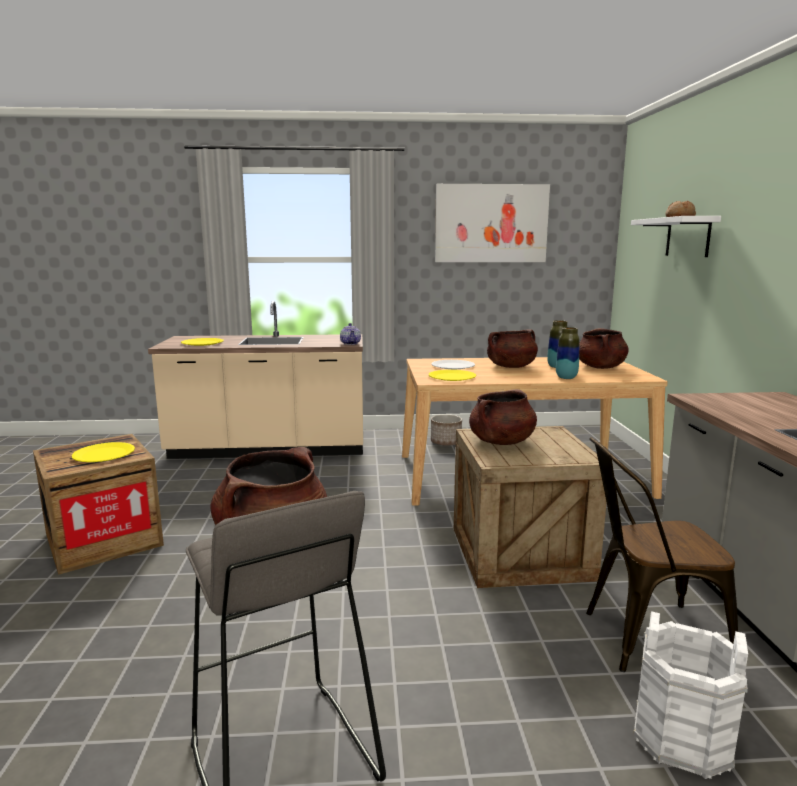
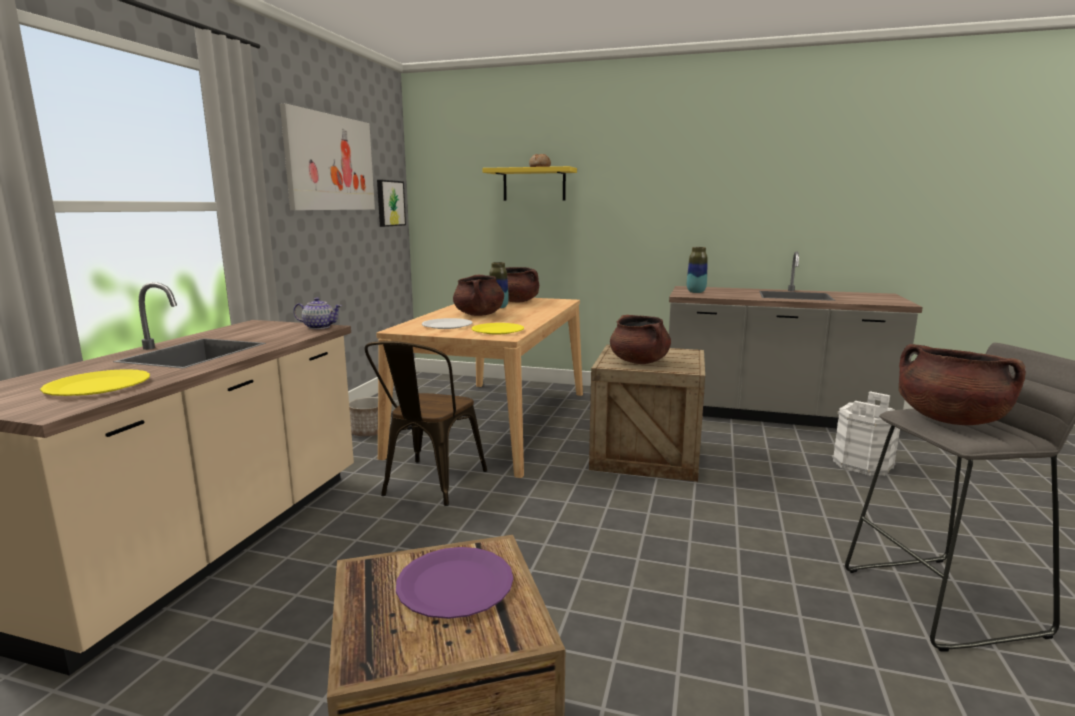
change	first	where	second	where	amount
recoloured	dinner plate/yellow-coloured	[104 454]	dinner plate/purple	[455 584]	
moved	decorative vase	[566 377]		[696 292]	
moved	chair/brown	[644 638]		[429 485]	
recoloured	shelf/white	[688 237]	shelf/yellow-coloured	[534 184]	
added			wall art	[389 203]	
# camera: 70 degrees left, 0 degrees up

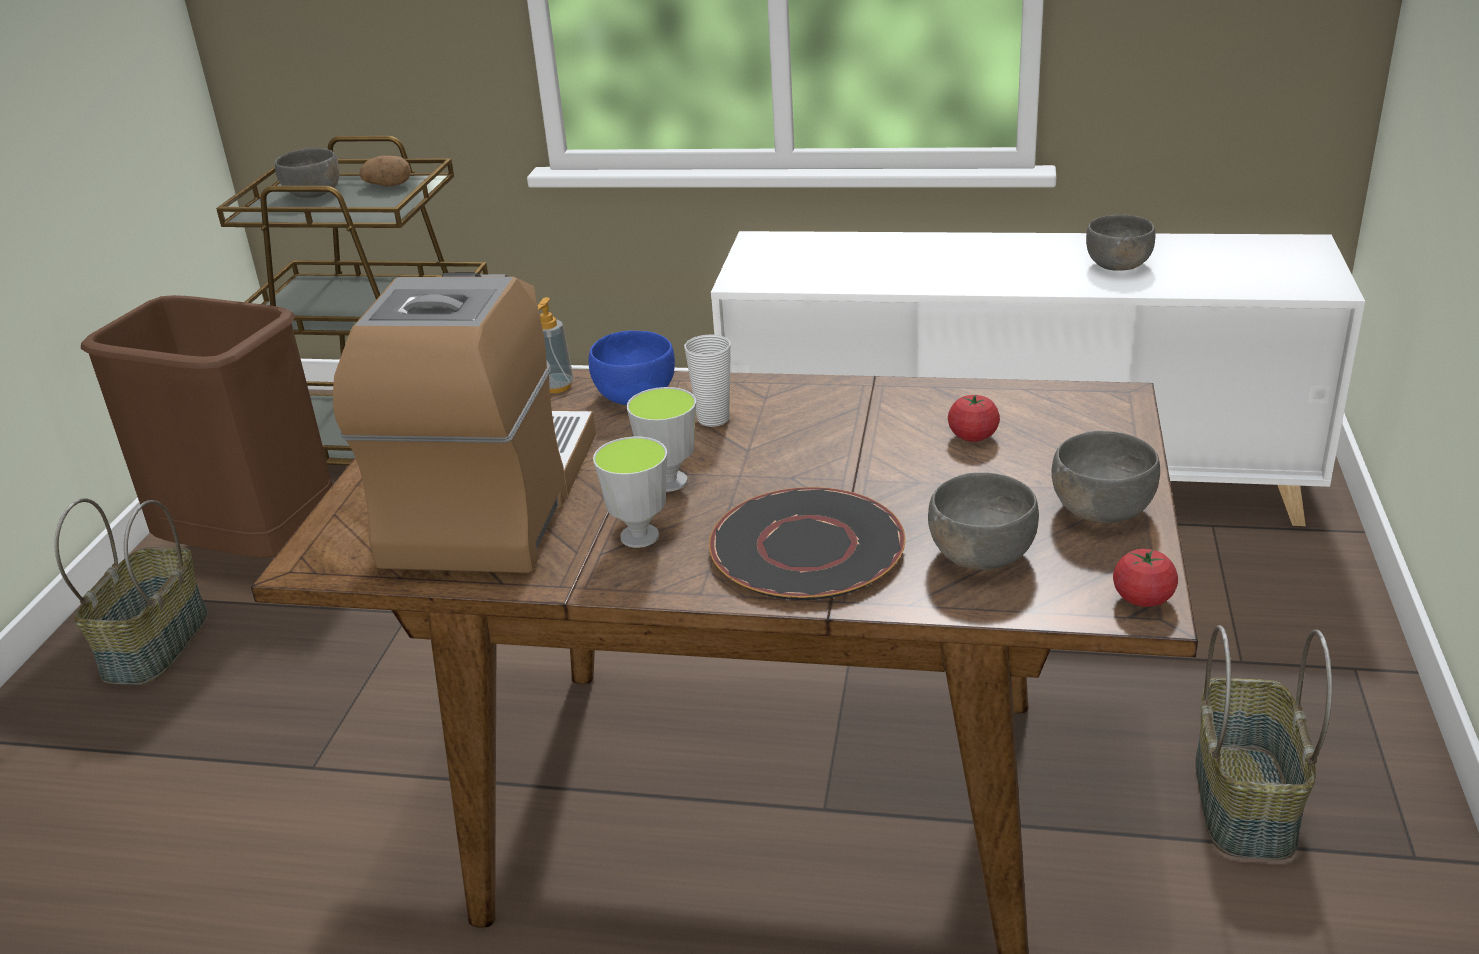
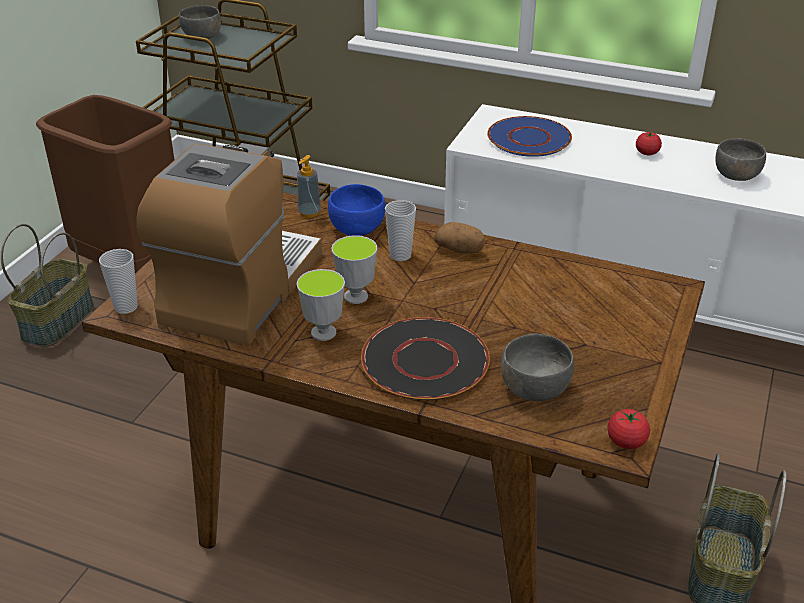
change	first	where	second	where	amount
moved	whole potato	[389 185]		[460 250]	
moved	fresh tomato	[973 436]		[647 153]	
removed	deep dish/grey	[1100 509]			
added			cup	[126 307]	
added			dinner plate/blue-coloured	[529 138]	
# camera: 10 degrees right, 5 degrees up

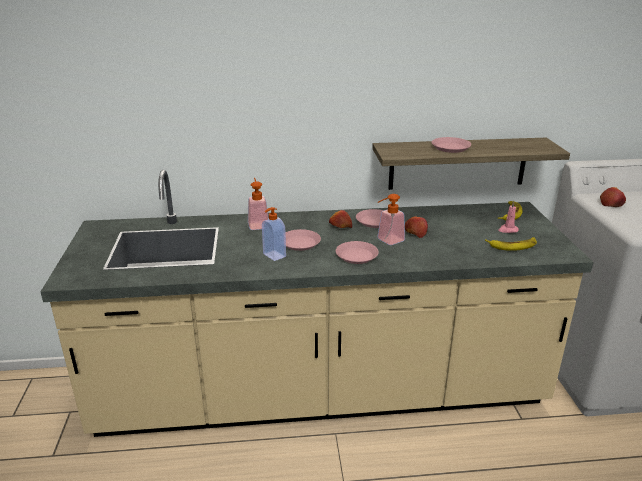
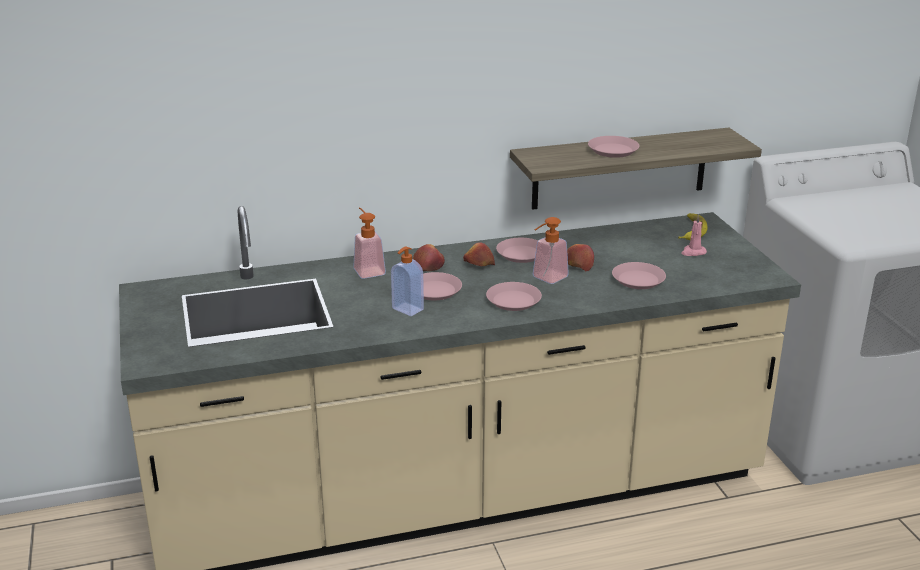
change	first	where	second	where	amount
removed	banana	[513 246]			
moved	apple	[611 203]		[429 265]	
added			dinner plate/pinkish	[638 280]	
# camera: 10 degrees left, 0 degrees up

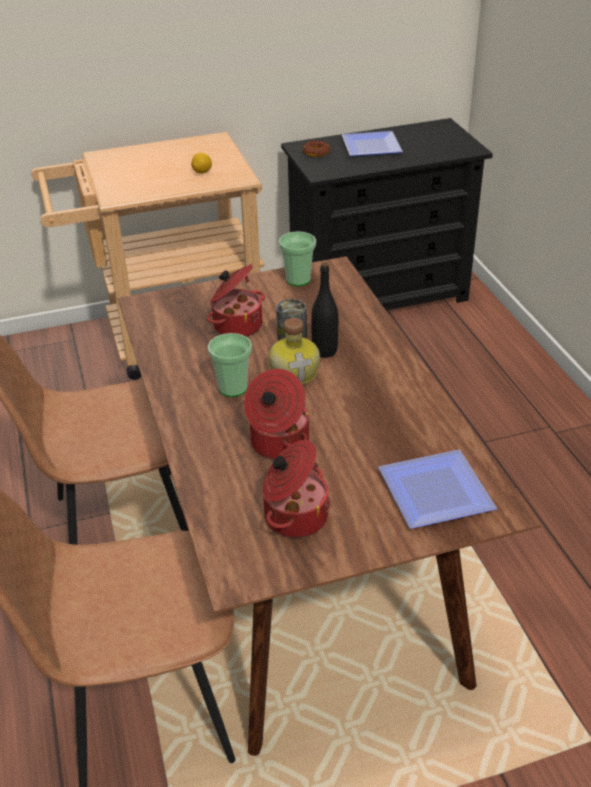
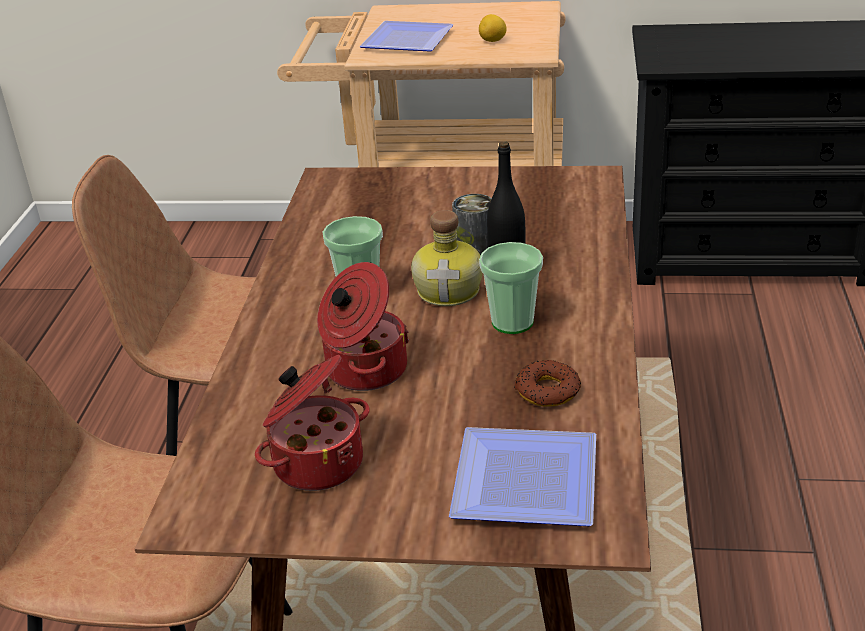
change	first	where	second	where	amount
removed	cooking pot	[236 325]			
moved	cup	[298 279]		[512 322]	
moved	doughnut	[316 152]		[547 391]	
moved	dinner plate	[370 148]		[404 42]	
# camera: 25 degrees right, 5 degrees down

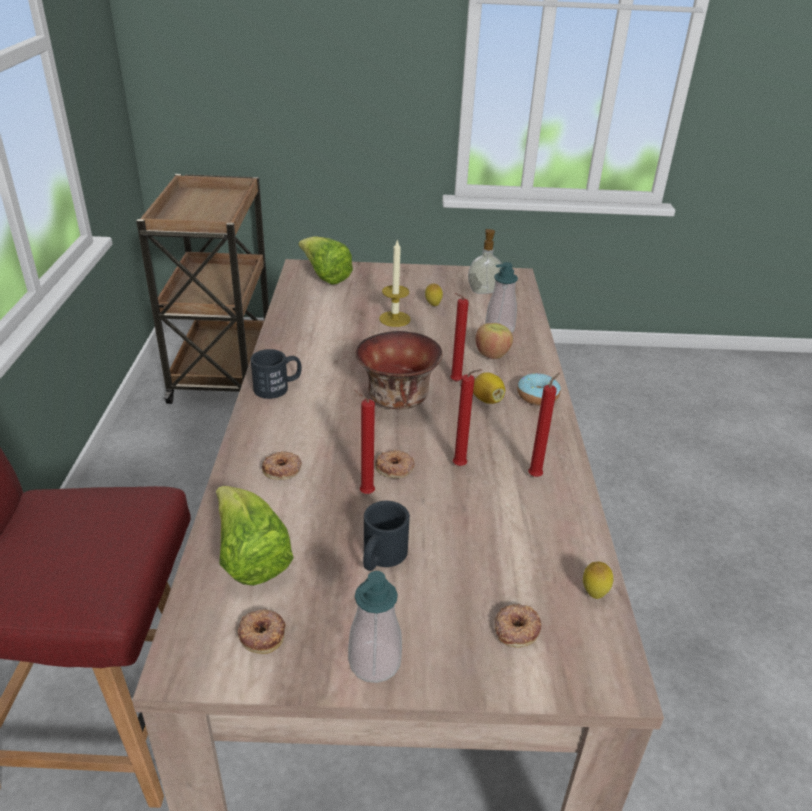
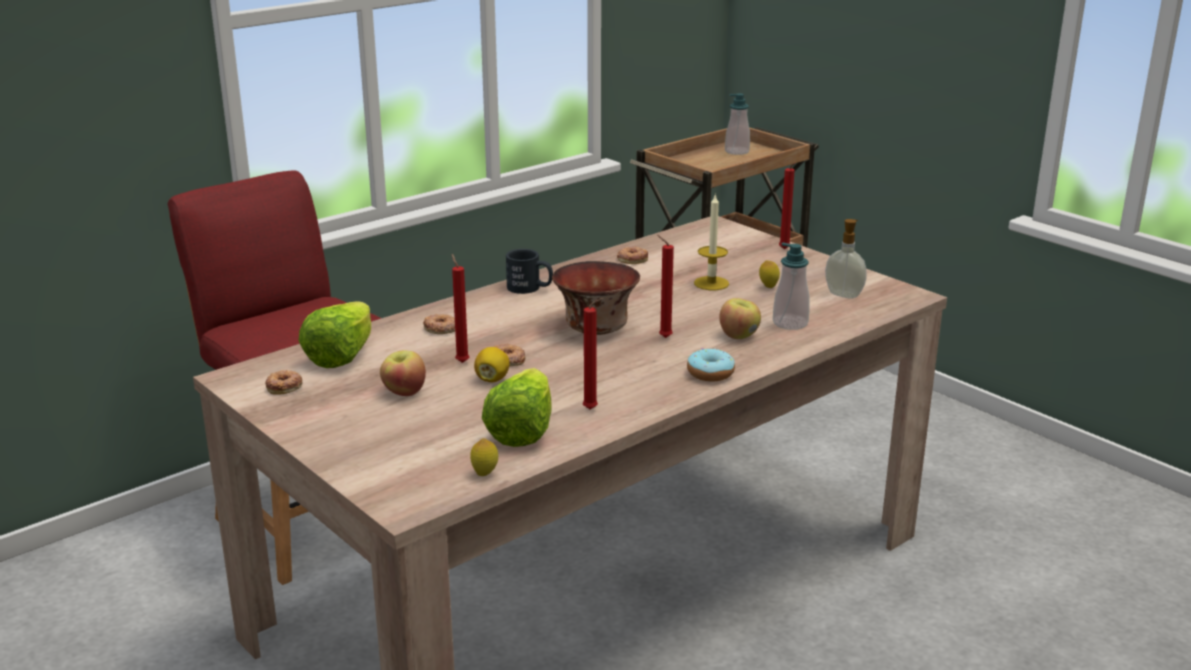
change	first	where	second	where	amount
moved	lettuce	[325 276]		[521 431]	
moved	soap dispenser	[374 662]		[737 151]	
replaced	mug/blackish	[381 557]	apple	[404 392]	
moved	candle/reddish	[461 466]		[785 250]	
moved	citrus fruit	[487 400]		[492 379]	
moved	doughnut	[516 629]		[632 259]	
# camera: 50 degrees right, 10 degrees down

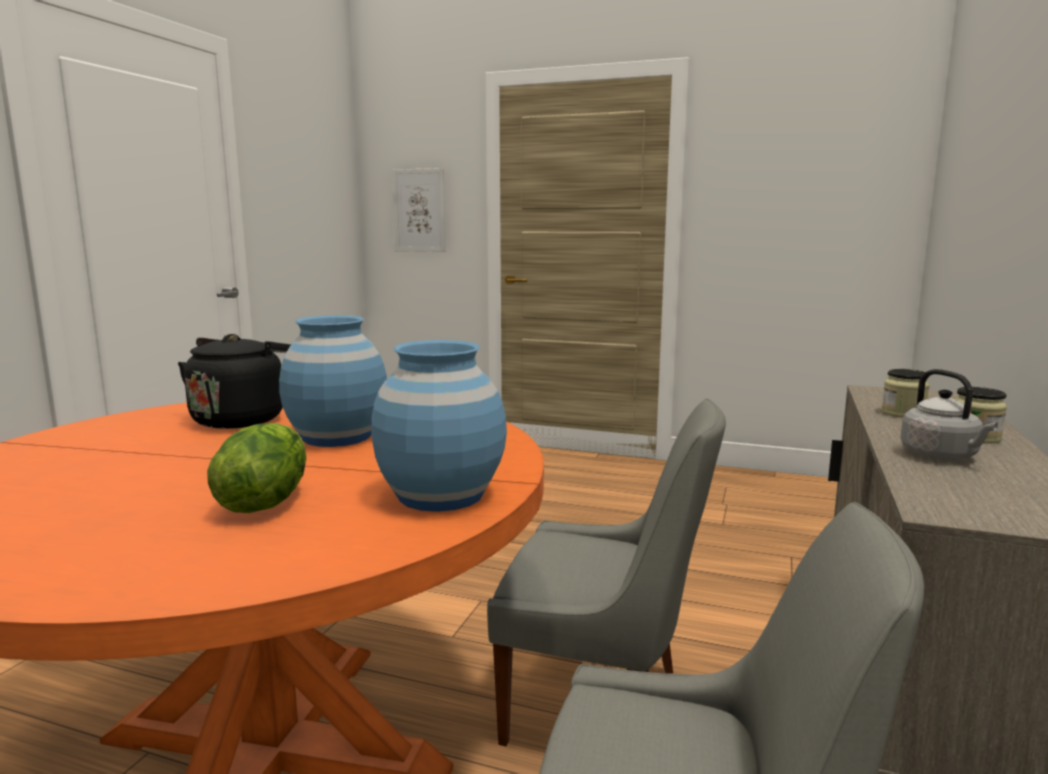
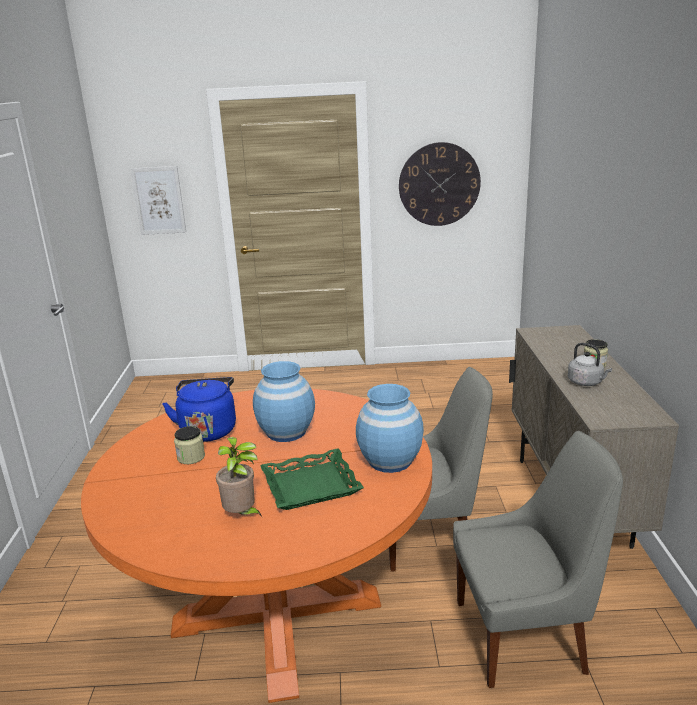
change	first	where	second	where	amount
recoloured	kettle/blackish	[241 419]	kettle/blue-coloured	[208 429]	
replaced	lettuce	[264 501]	carrying tray/green-coloured	[311 486]	
moved	preserve jar	[903 413]		[191 457]	
added			potted plant	[242 515]	
added			hanging clock	[439 184]	
# camera: 20 degrees left, 10 degrees up

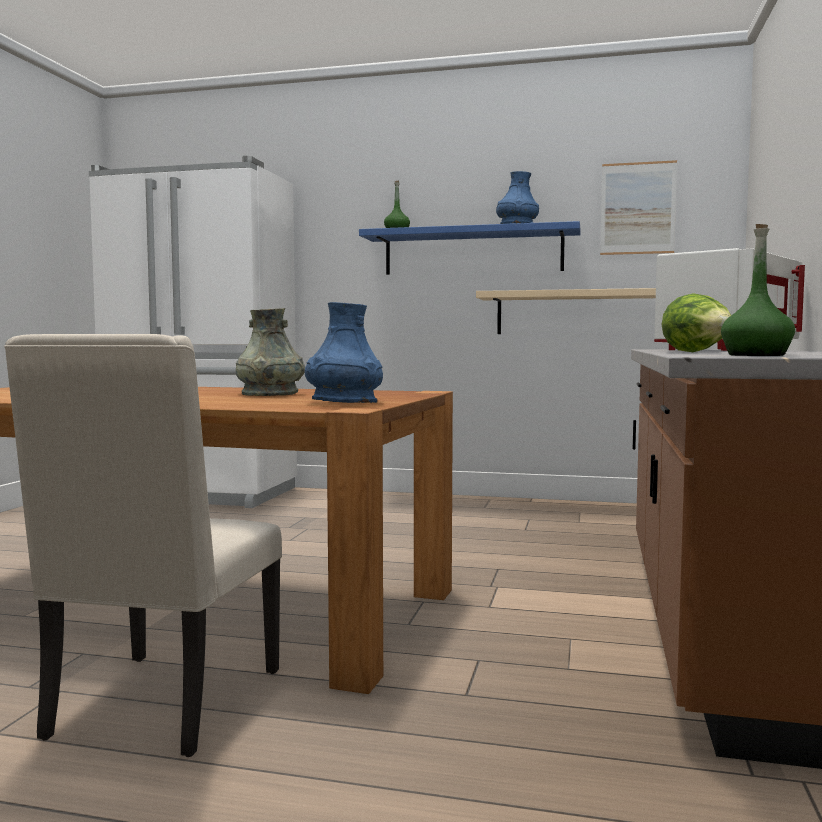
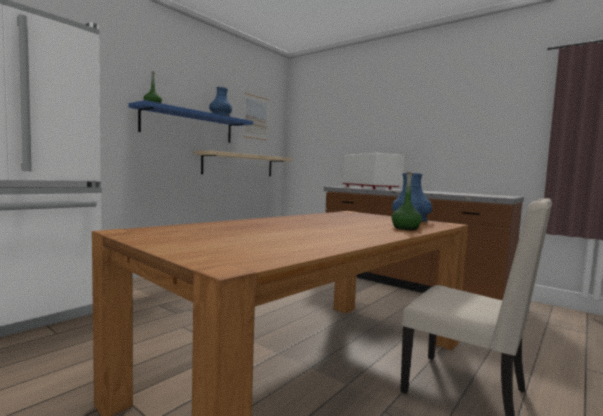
change	first	where	second	where	amount
removed	decorative vase/grey	[270 394]			
removed	lettuce	[697 352]			
moved	drink bottle/green-coloured	[756 355]		[405 228]	
# camera: 65 degrees left, 0 degrees up

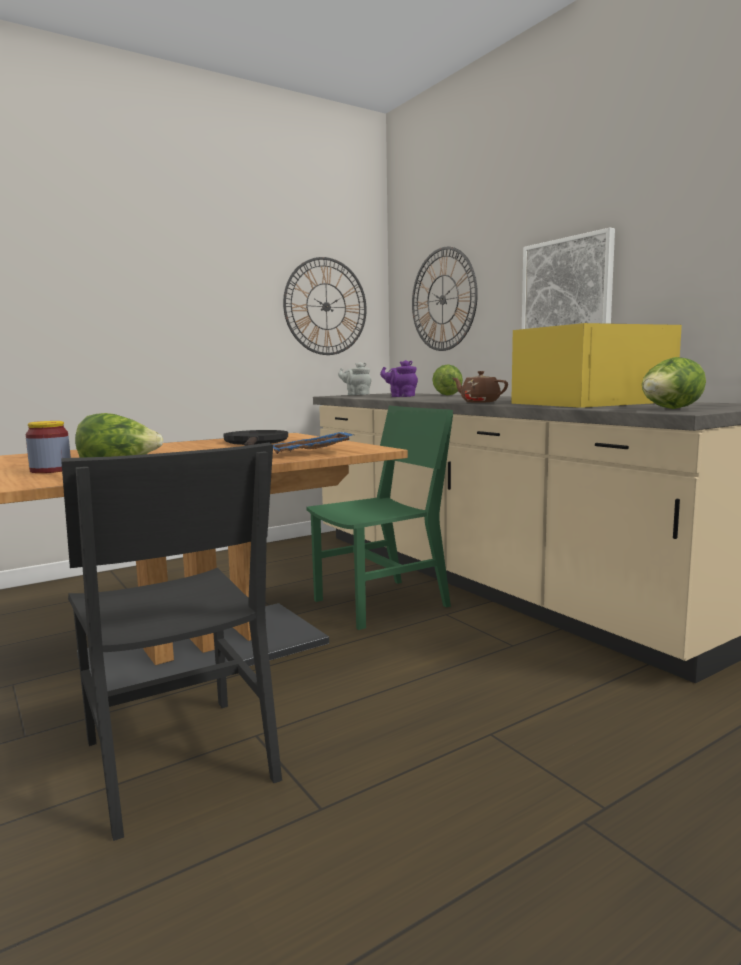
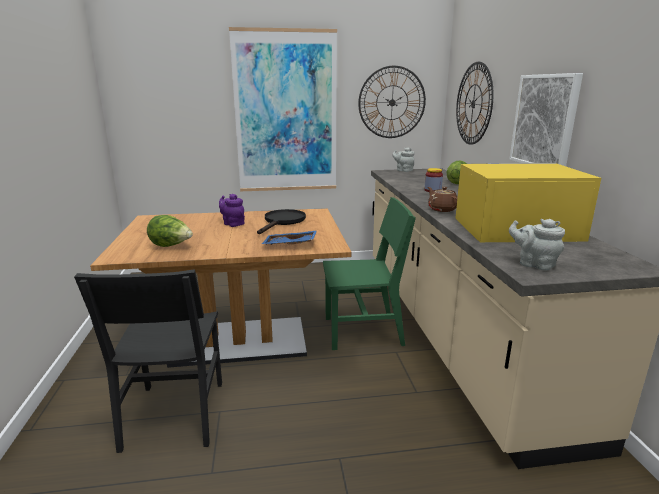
change	first	where	second	where	amount
moved	preserve jar	[51 470]		[432 190]	
moved	pot for tea/purple	[401 396]		[232 223]	
replaced	lettuce	[669 409]	pot for tea/grey	[534 264]	
added			wall art	[286 113]	
# camera: 25 degrees right, 10 degrees up

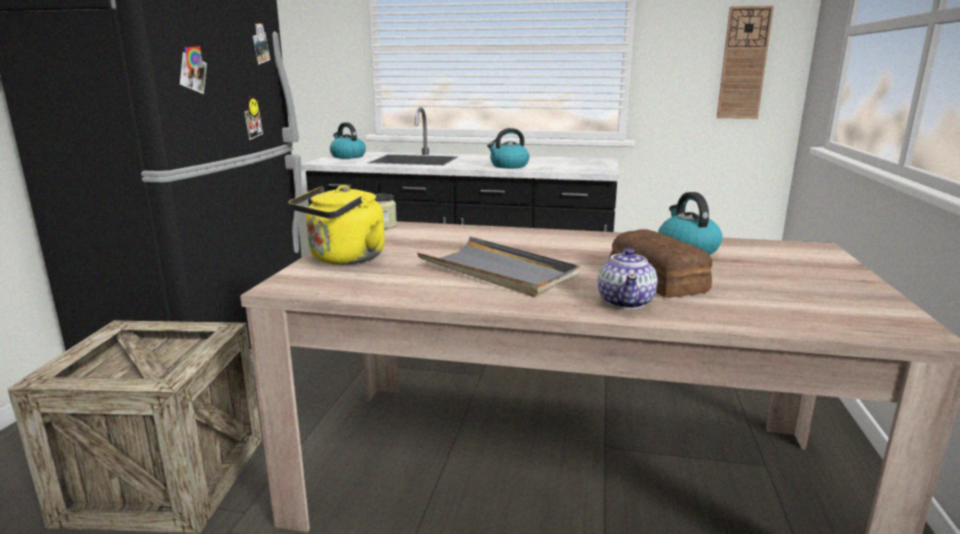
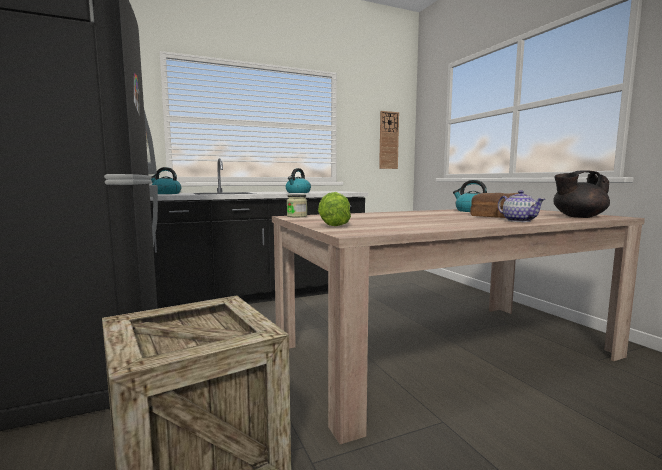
change	first	where	second	where	amount
replaced	kettle/yellow-coloured	[344 259]	lettuce	[335 224]	
removed	carrying tray/grey	[498 271]			
added			pot for tea/blackish	[578 217]	
# camera: 35 degrees left, 10 degrees down

